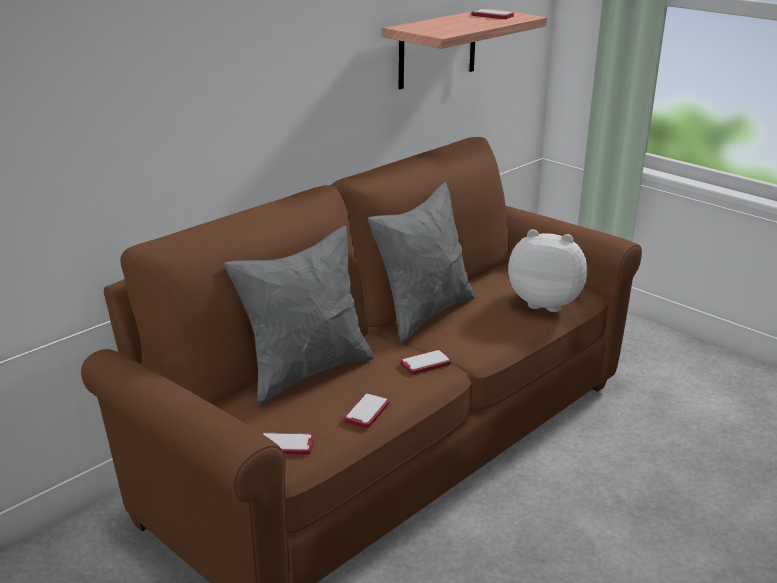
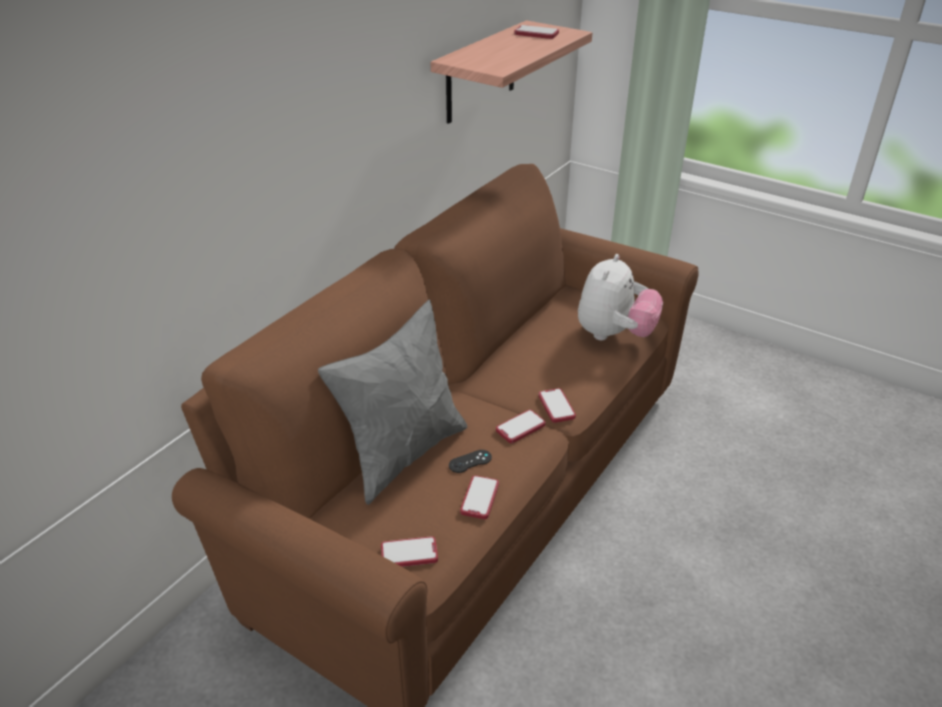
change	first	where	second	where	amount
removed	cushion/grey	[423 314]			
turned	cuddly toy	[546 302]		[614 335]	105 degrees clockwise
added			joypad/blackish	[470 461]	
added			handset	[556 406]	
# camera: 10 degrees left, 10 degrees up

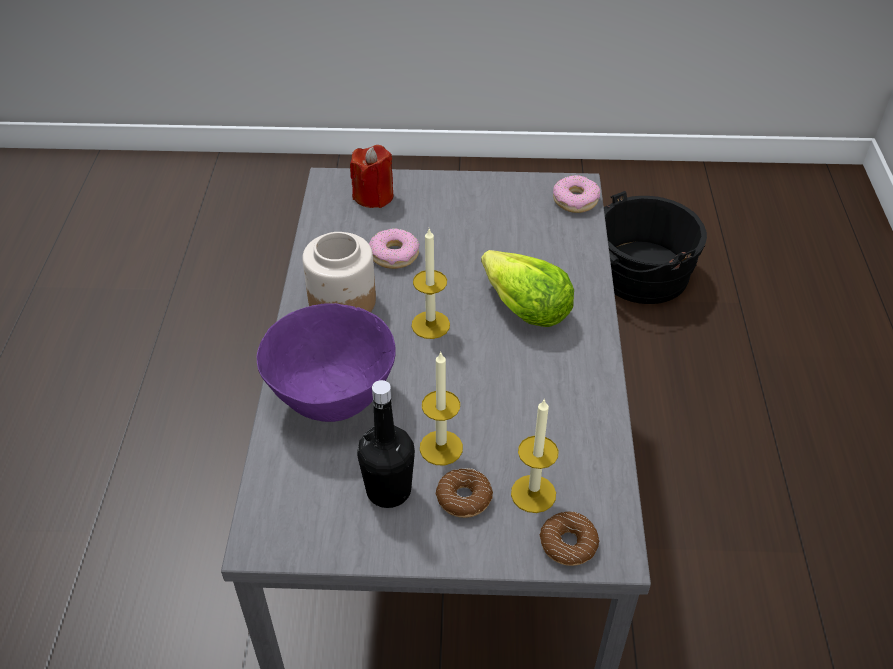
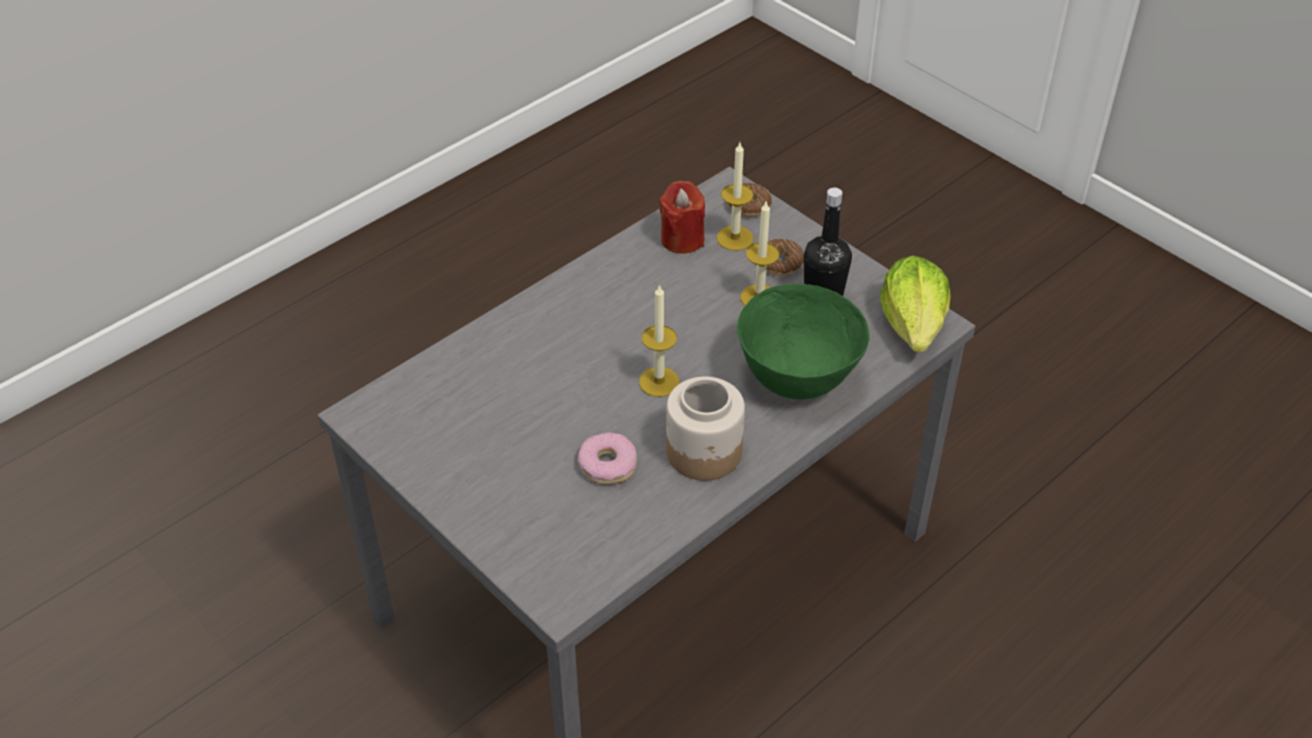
change	first	where	second	where	amount
recoloured	deep dish/purple	[333 397]	deep dish/green-coloured	[796 379]	
moved	candle/reddish	[374 196]		[682 239]	
moved	lettuce	[524 308]		[914 325]	
removed	doughnut	[575 200]			
removed	water bucket/blackish	[638 275]			
# camera: 135 degrees left, 0 degrees up

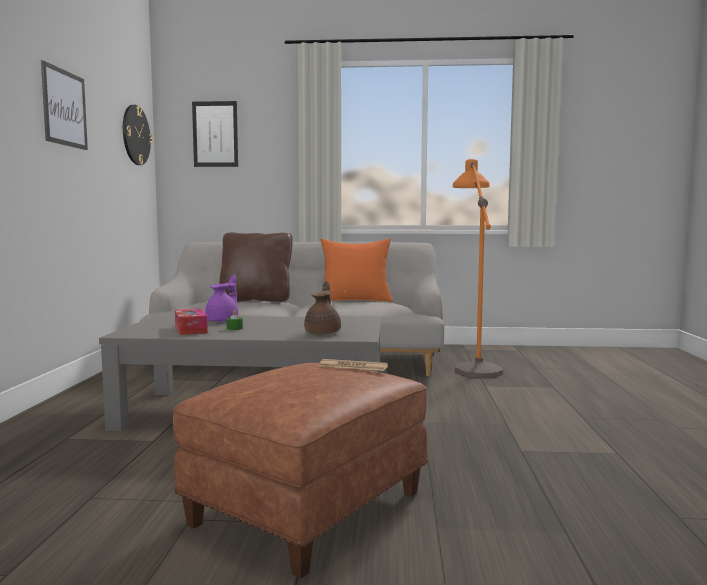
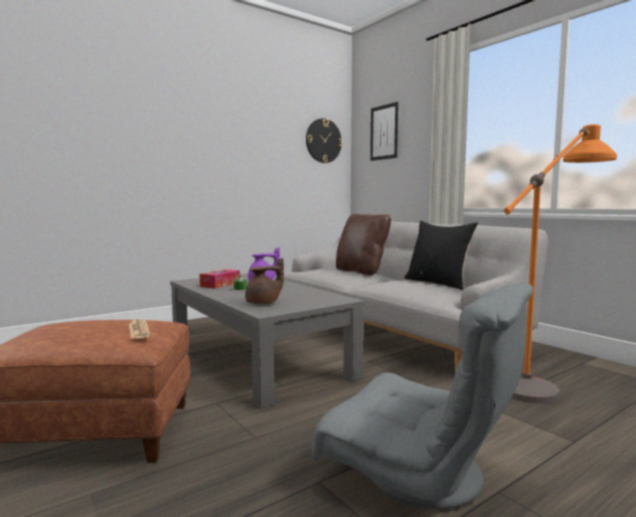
change	first	where	second	where	amount
removed	wall art	[64 108]			
recoloured	cushion/orange	[355 300]	cushion/blackish	[438 283]	
added			armchair/grey	[421 476]	
# camera: 50 degrees right, 0 degrees up

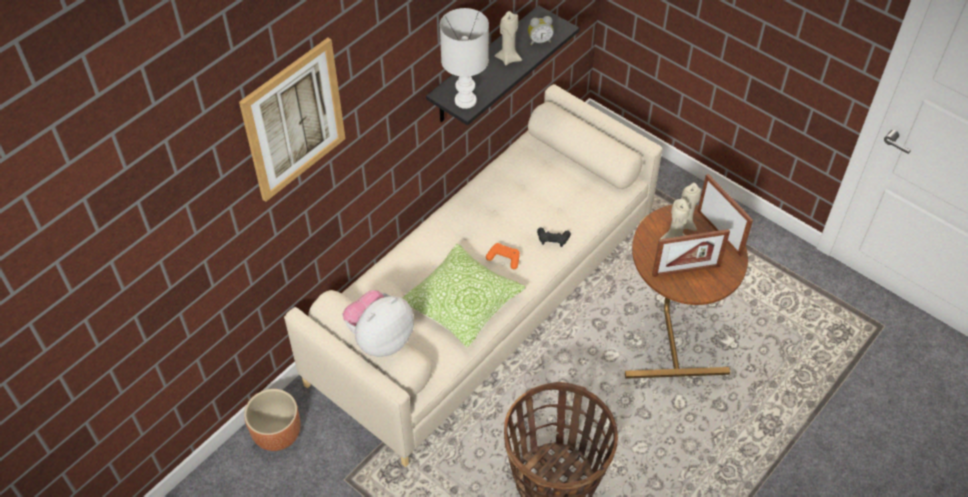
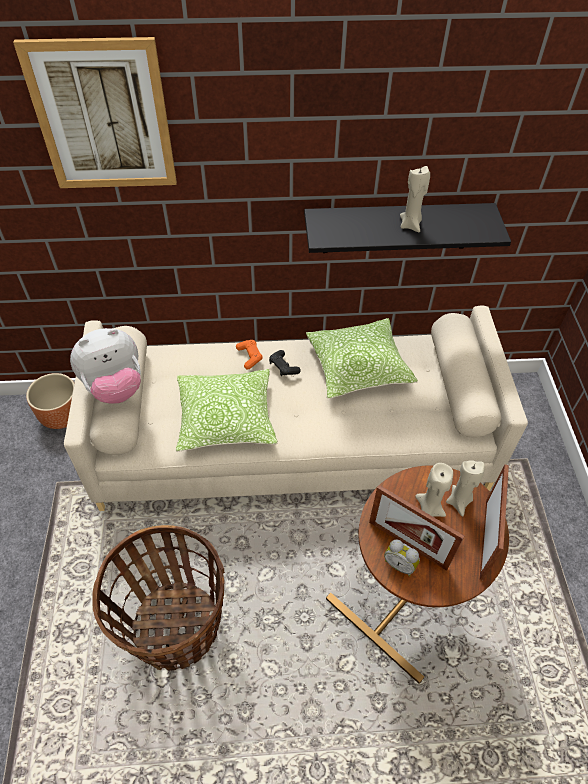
change	first	where	second	where	amount
turned	cuddly toy	[380 338]		[115 387]	150 degrees clockwise
removed	lamp for a table/white	[465 100]			
moved	joypad/orange	[504 258]		[249 356]	
moved	table clock	[539 41]		[400 564]	
moved	joypad/blackish	[553 239]		[283 367]	
added			cushion	[358 367]	
# camera: 45 degrees right, 0 degrees up

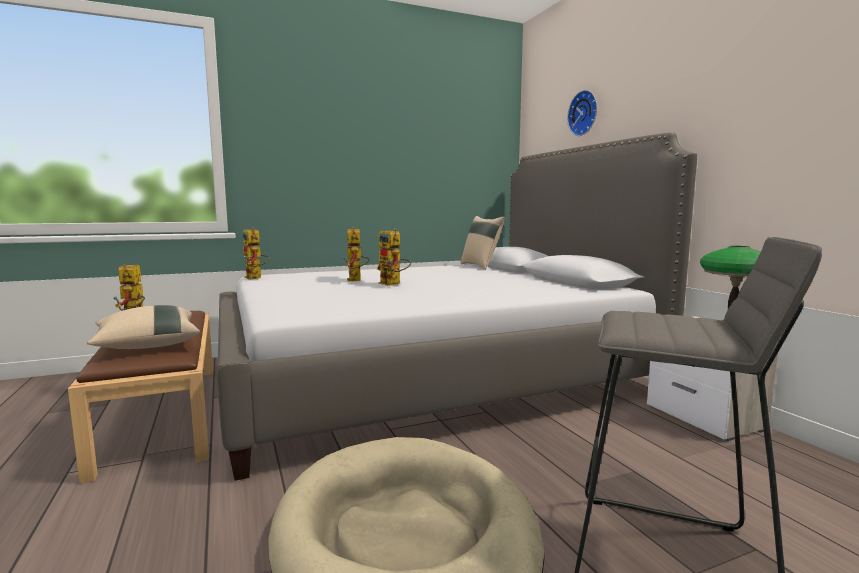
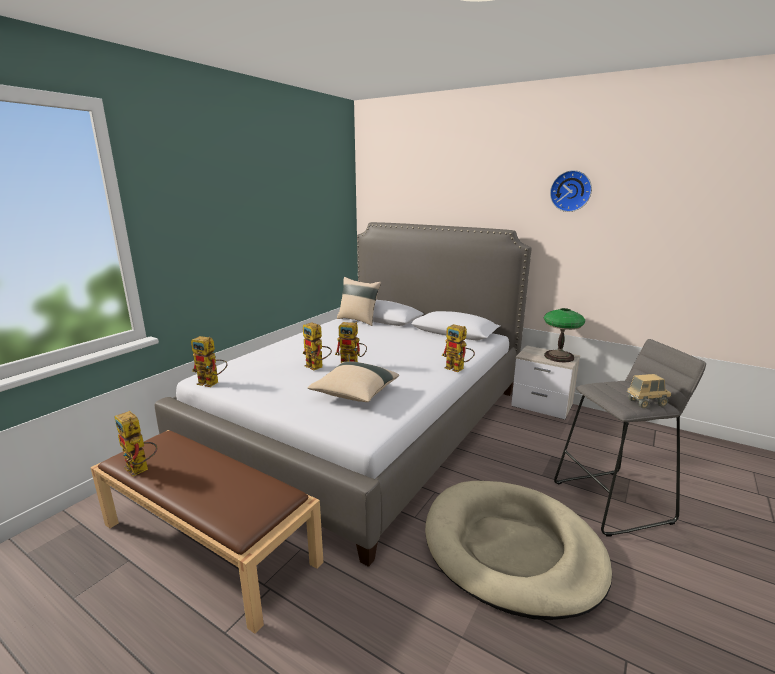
change	first	where	second	where	amount
moved	cushion/beige-coloured	[147 345]		[354 394]	
moved	hanging clock	[584 113]		[571 191]	
added			model robot	[458 369]	
added			toy lorry	[646 403]	
# camera: 35 degrees left, 10 degrees up

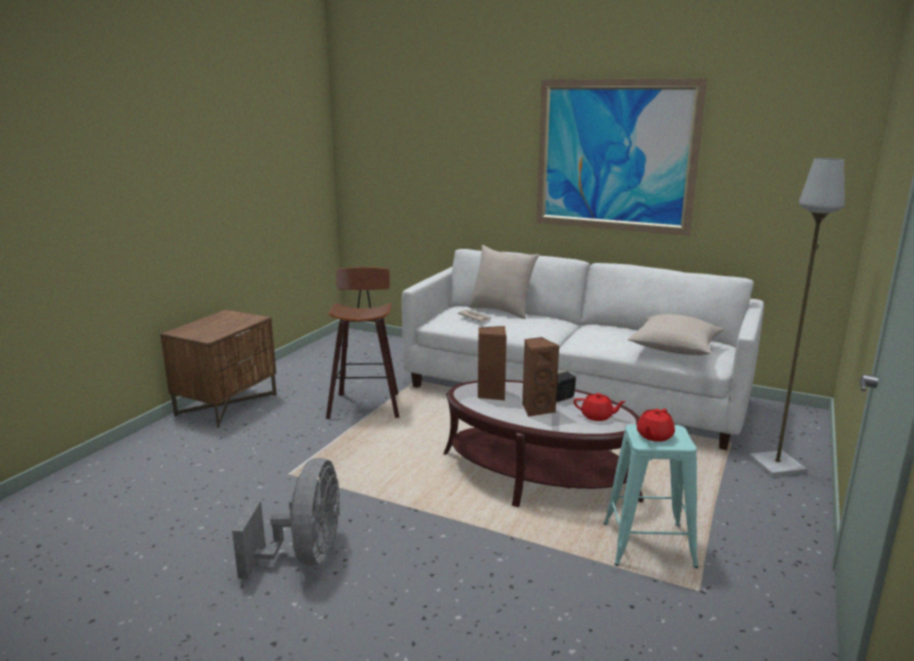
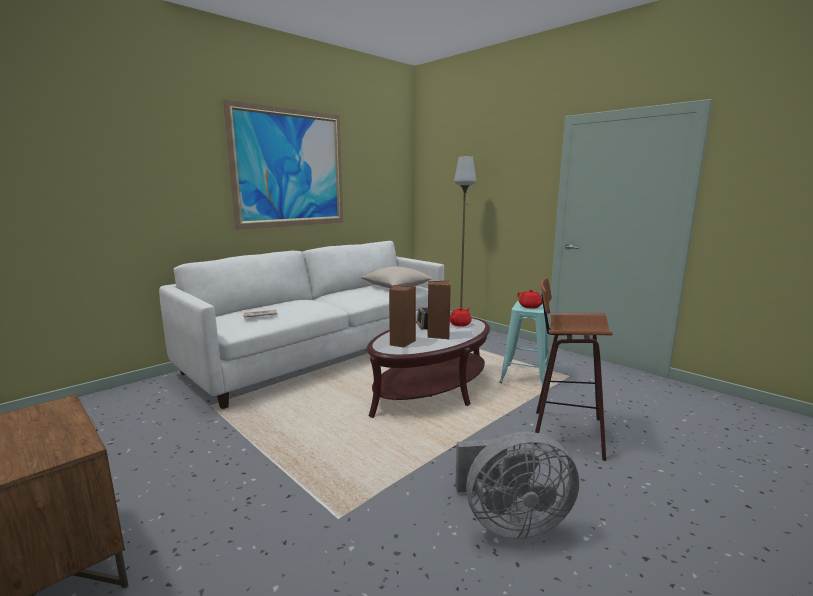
change	first	where	second	where	amount
turned	cooling fan/grey	[305 556]		[509 522]	150 degrees clockwise
moved	stool seat	[365 404]		[564 432]	
removed	cushion/beige-coloured	[502 311]			
# camera: 70 degrees left, 5 degrees down

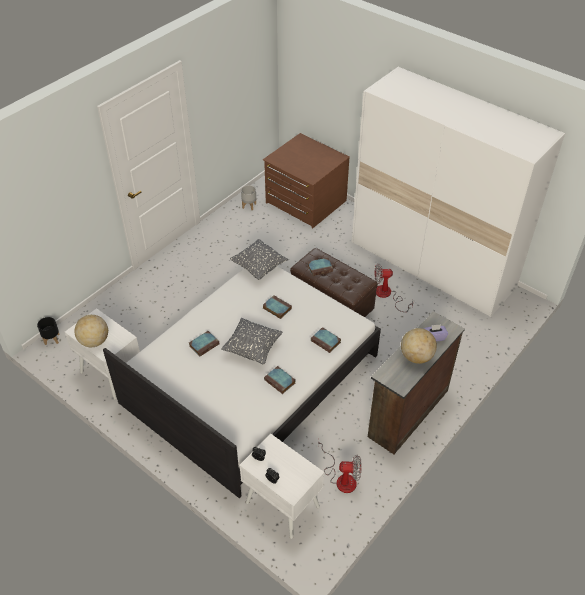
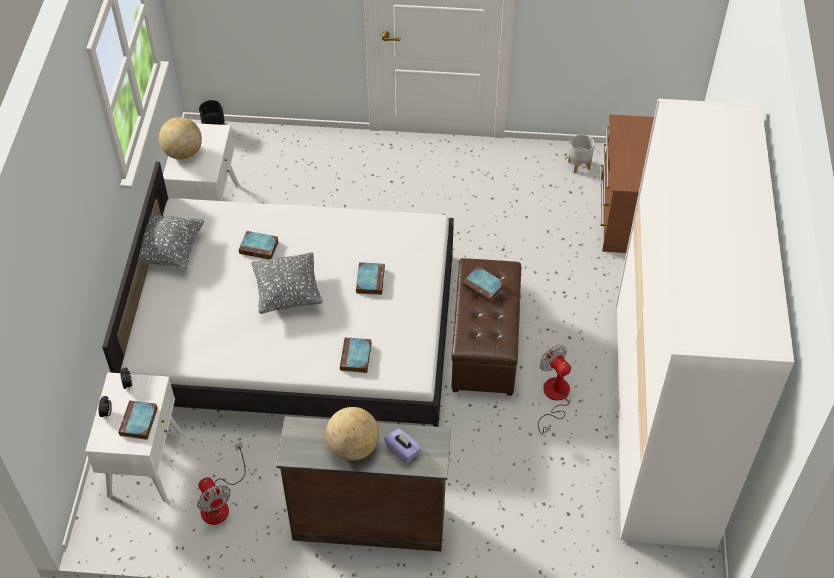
change	first	where	second	where	amount
moved	cushion/grey	[259 267]		[168 251]	
moved	bound book	[280 381]		[139 422]	
# camera: 55 degrees right, 5 degrees up

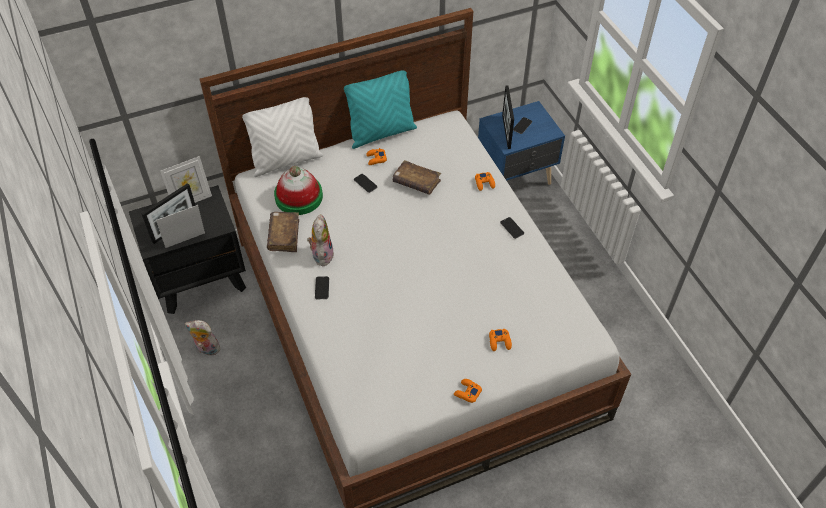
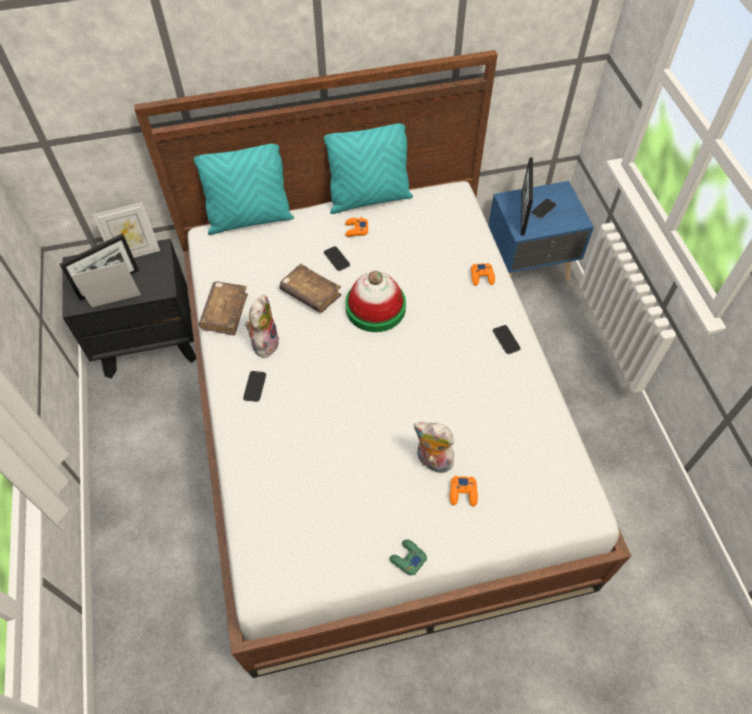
change	first	where	second	where	amount
moved	cuddly toy	[206 349]		[432 461]	
recoloured	cushion/white	[286 161]	cushion/blue-green	[250 219]	
moved	clothing hat	[298 197]		[375 307]	
moved	bound book/brown	[416 182]		[311 293]	
recoloured	joypad/orange	[467 392]	joypad/green-coloured	[407 558]	
# camera: 10 degrees right, 5 degrees up

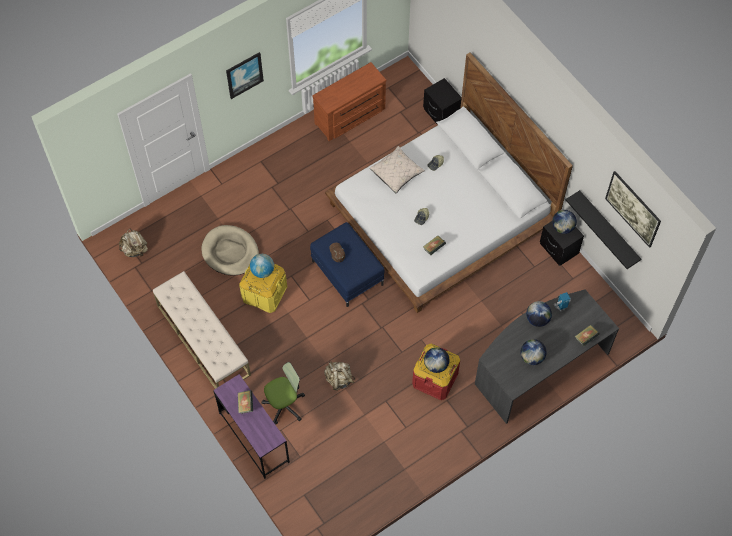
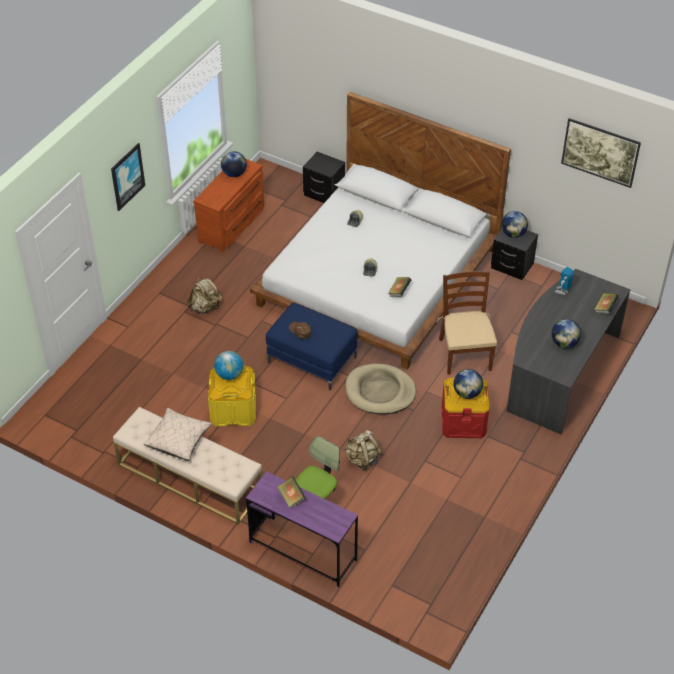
change	first	where	second	where	amount
moved	backpack/beige-coloured	[135 250]		[205 307]	
moved	dog cushion/beige-coloured	[230 252]		[380 391]	
moved	cushion/beige-coloured	[396 173]		[178 440]	
moved	world globe	[537 319]		[234 174]	
removed	shelf/blackish	[608 228]			
added			chair/brown	[464 354]	
# camera: 25 degrees left, 15 degrees down

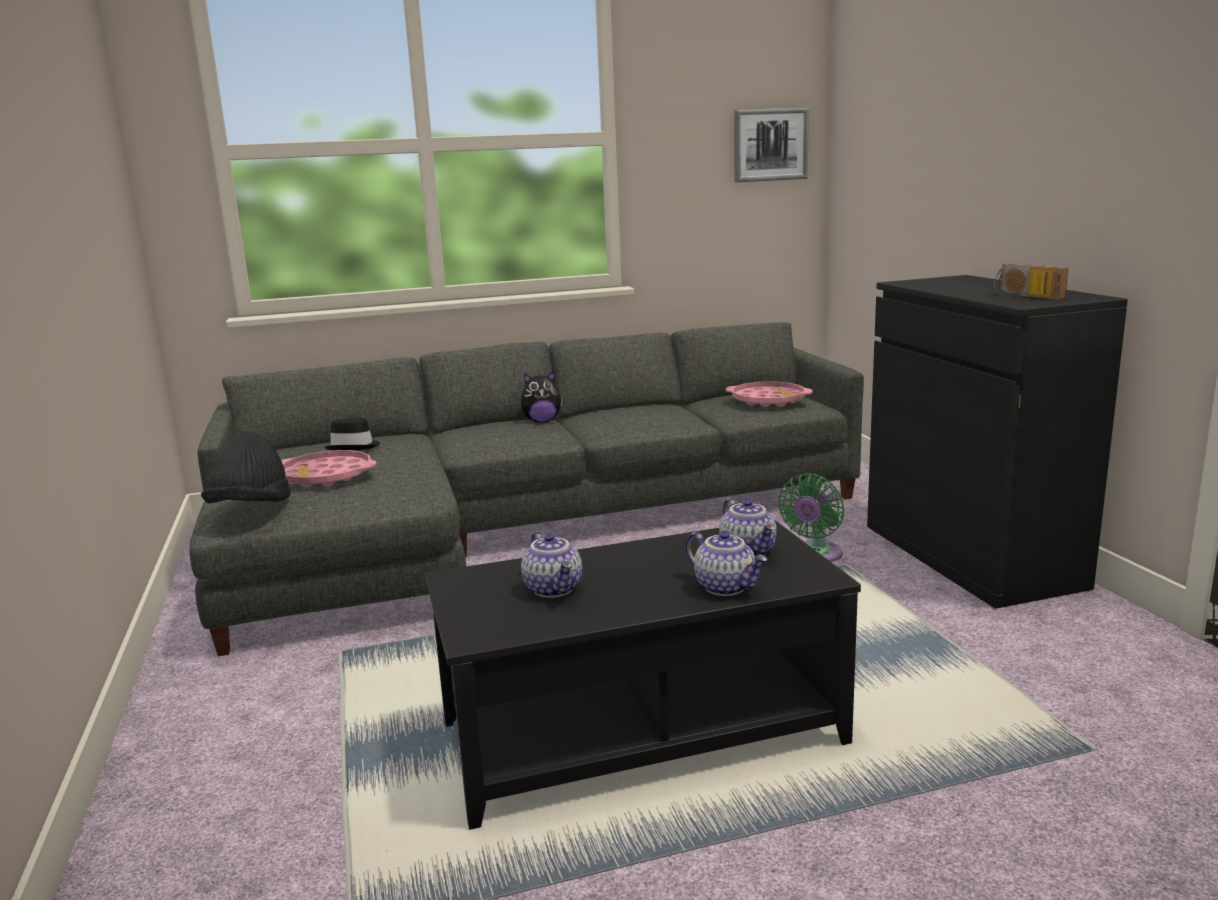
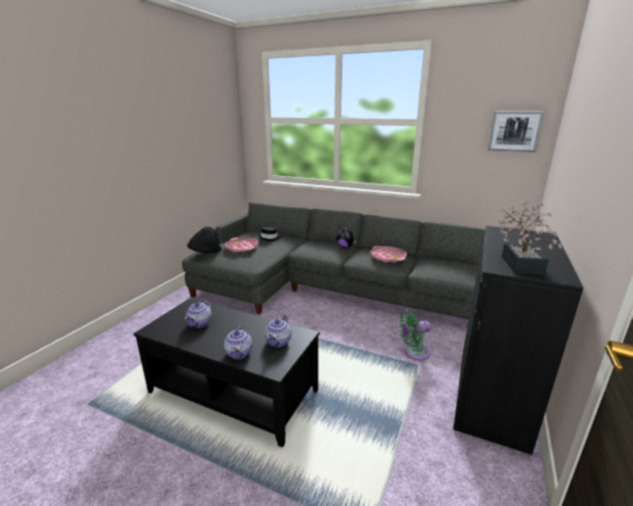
change	first	where	second	where	amount
moved	carrying tray/pinkish	[768 400]		[388 257]	
replaced	radio	[1025 297]	potted plant	[520 263]	
# camera: 40 degrees right, 5 degrees up

